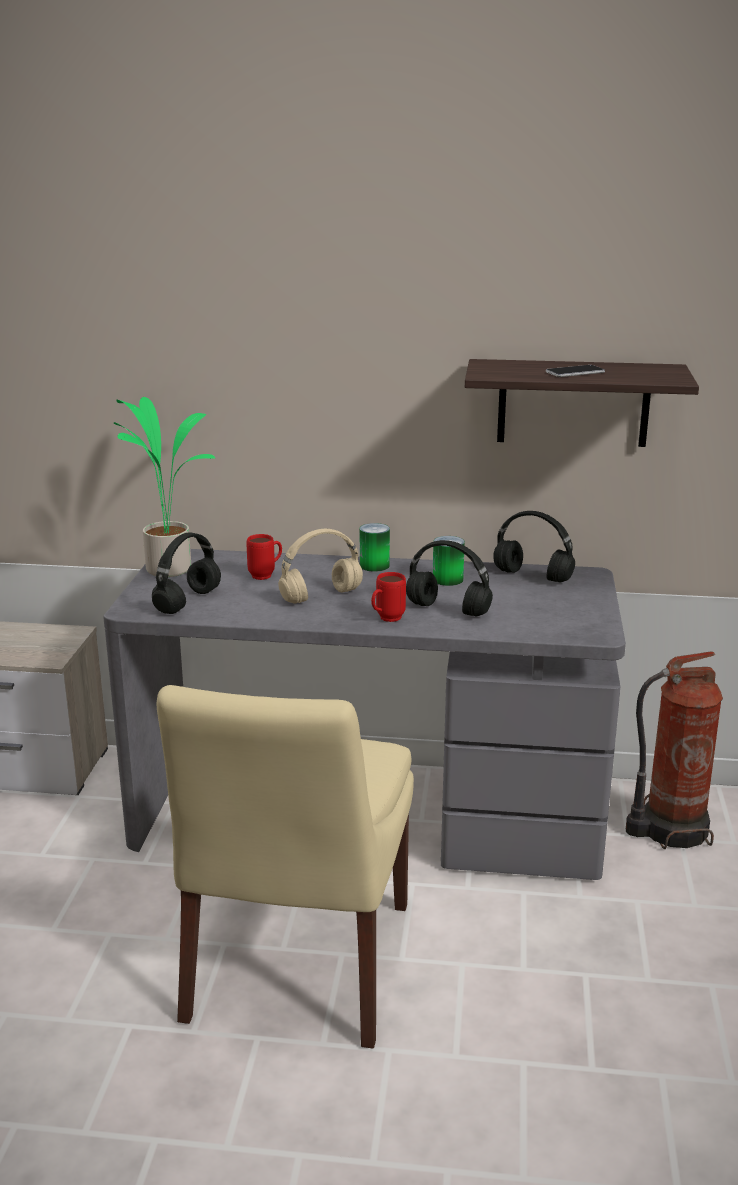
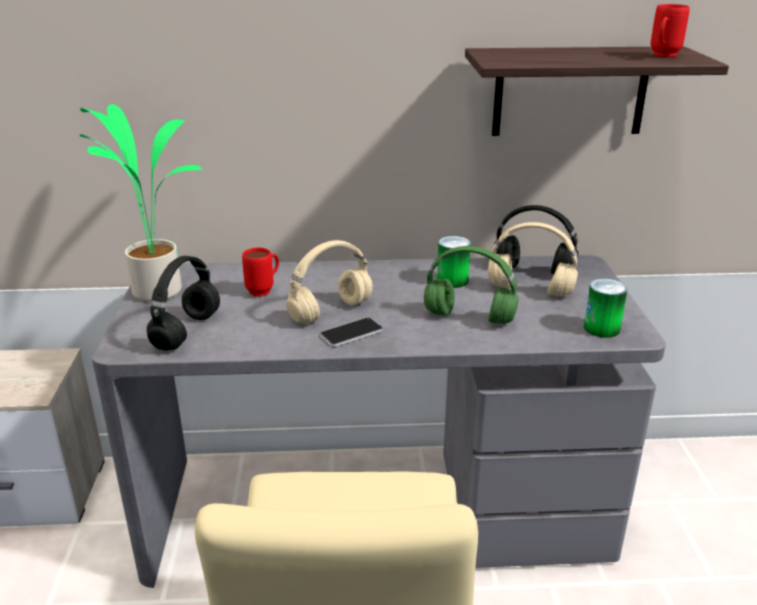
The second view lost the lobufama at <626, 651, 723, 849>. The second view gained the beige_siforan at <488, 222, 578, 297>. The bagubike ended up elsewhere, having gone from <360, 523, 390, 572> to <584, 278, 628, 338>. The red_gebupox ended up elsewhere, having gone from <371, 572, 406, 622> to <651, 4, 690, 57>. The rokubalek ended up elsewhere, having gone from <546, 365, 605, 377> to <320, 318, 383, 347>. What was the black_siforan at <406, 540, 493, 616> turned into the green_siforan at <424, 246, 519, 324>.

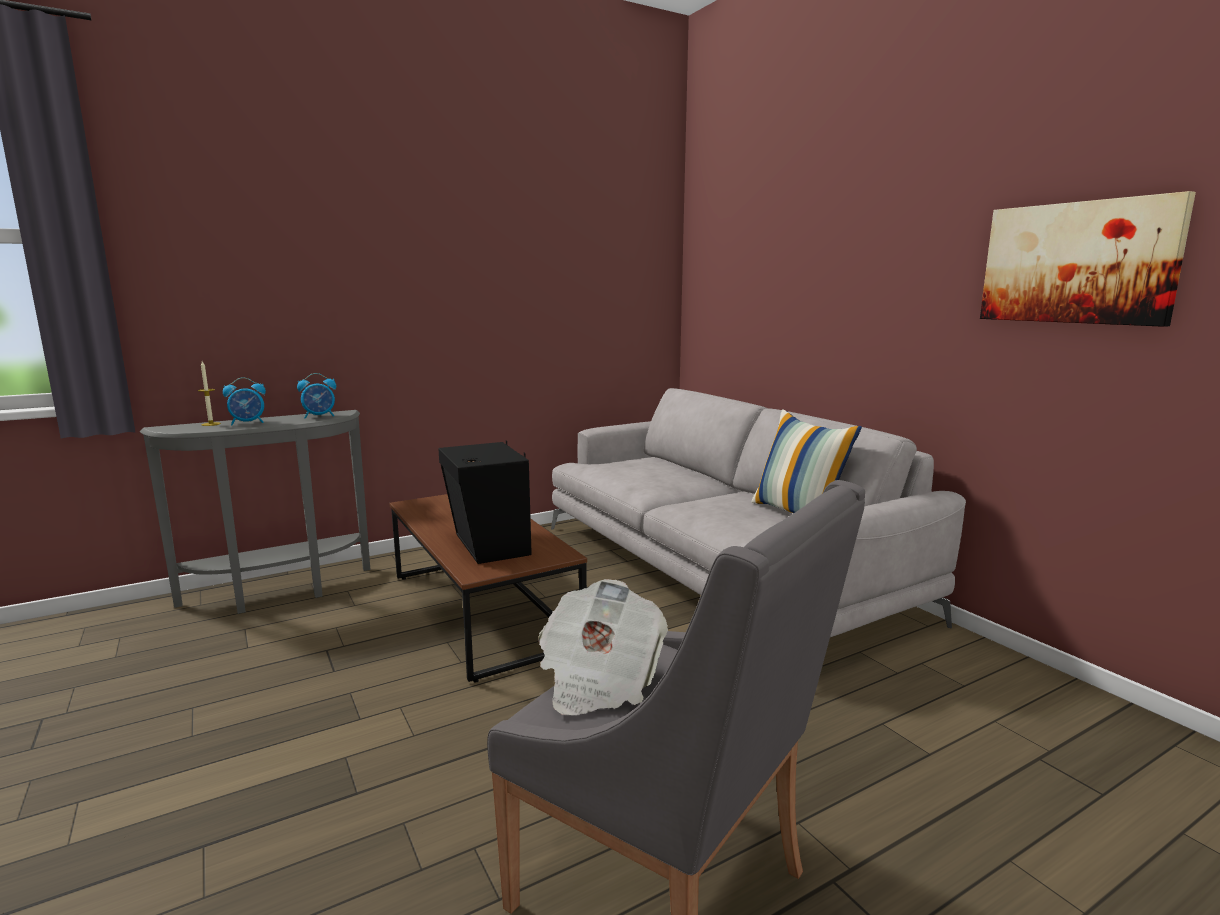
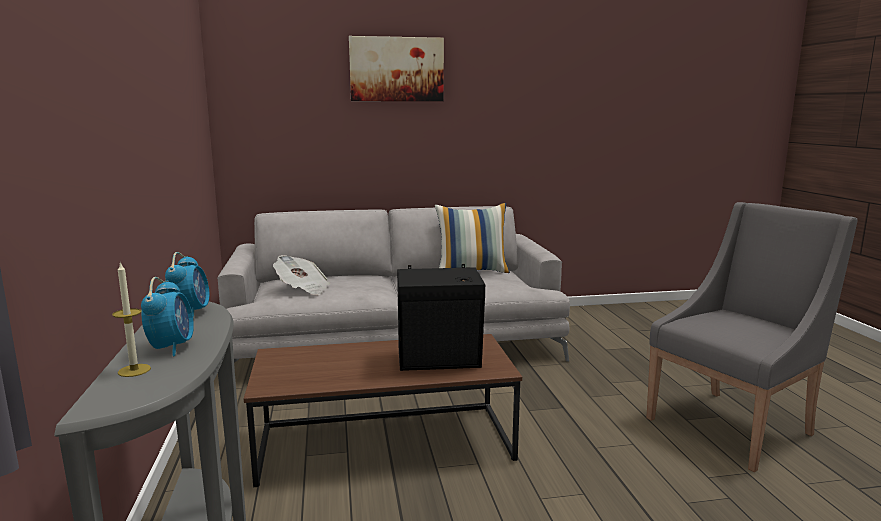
The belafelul ended up elsewhere, having gone from <538, 579, 668, 715> to <273, 255, 331, 295>. The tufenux ended up elsewhere, having gone from <980, 191, 1196, 327> to <349, 36, 444, 101>.

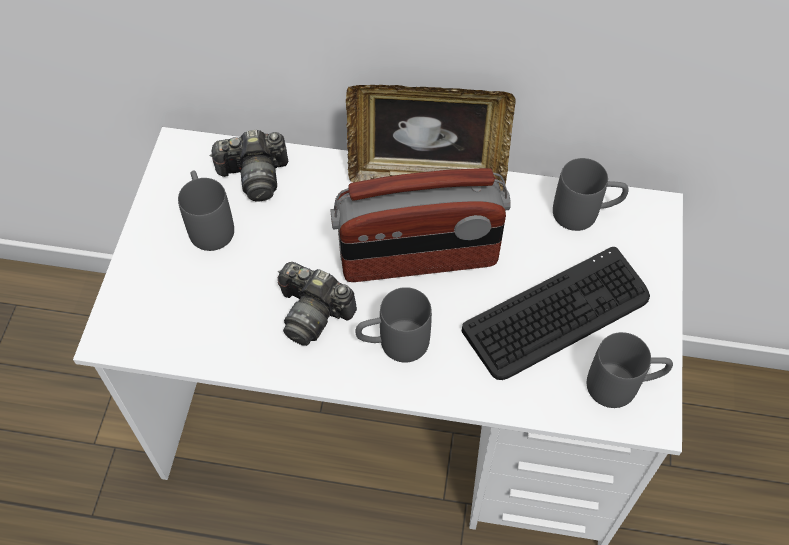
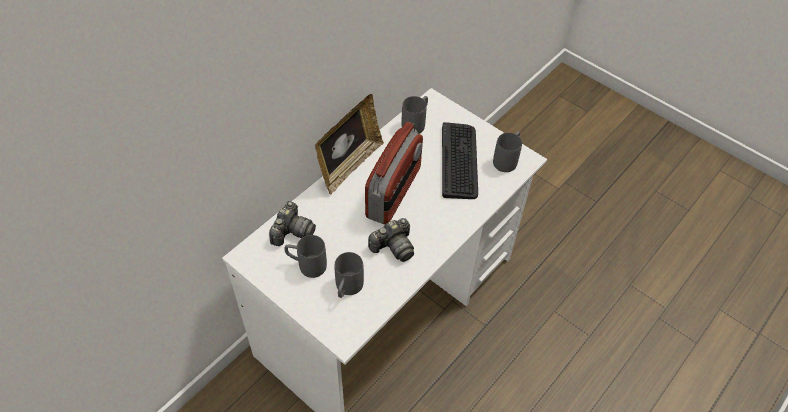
The grey_gebupox ended up elsewhere, having gone from <355, 287, 432, 363> to <335, 252, 364, 298>.

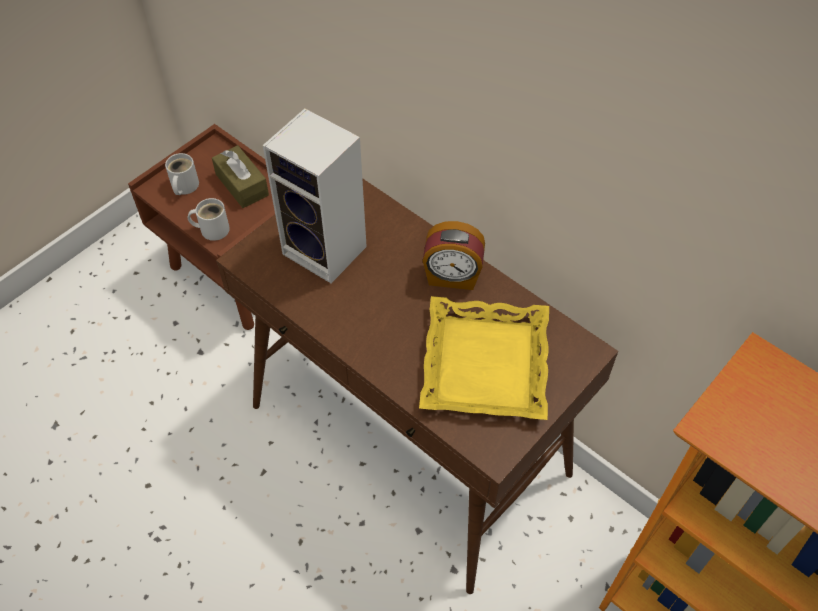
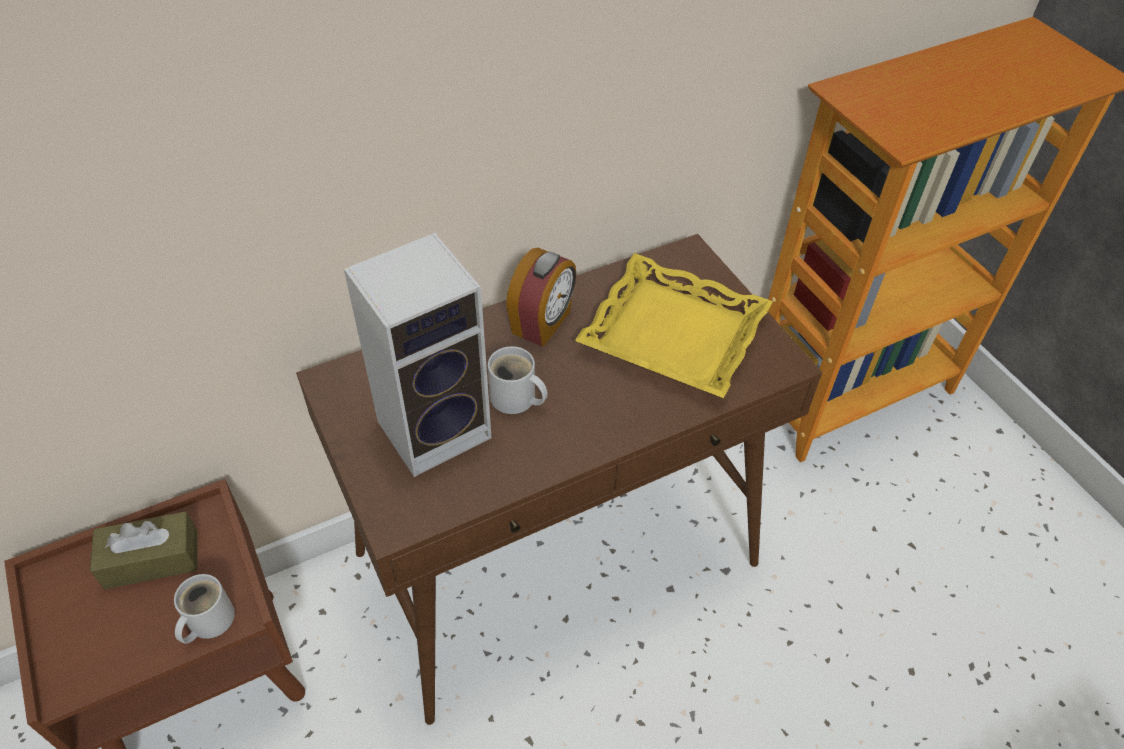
The white_gebupox ended up elsewhere, having gone from <165, 153, 199, 195> to <488, 346, 548, 414>.

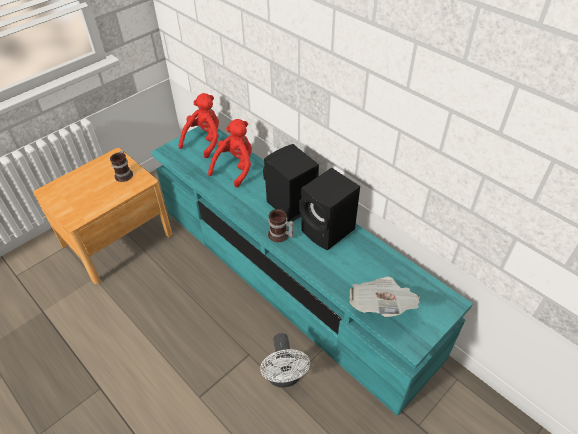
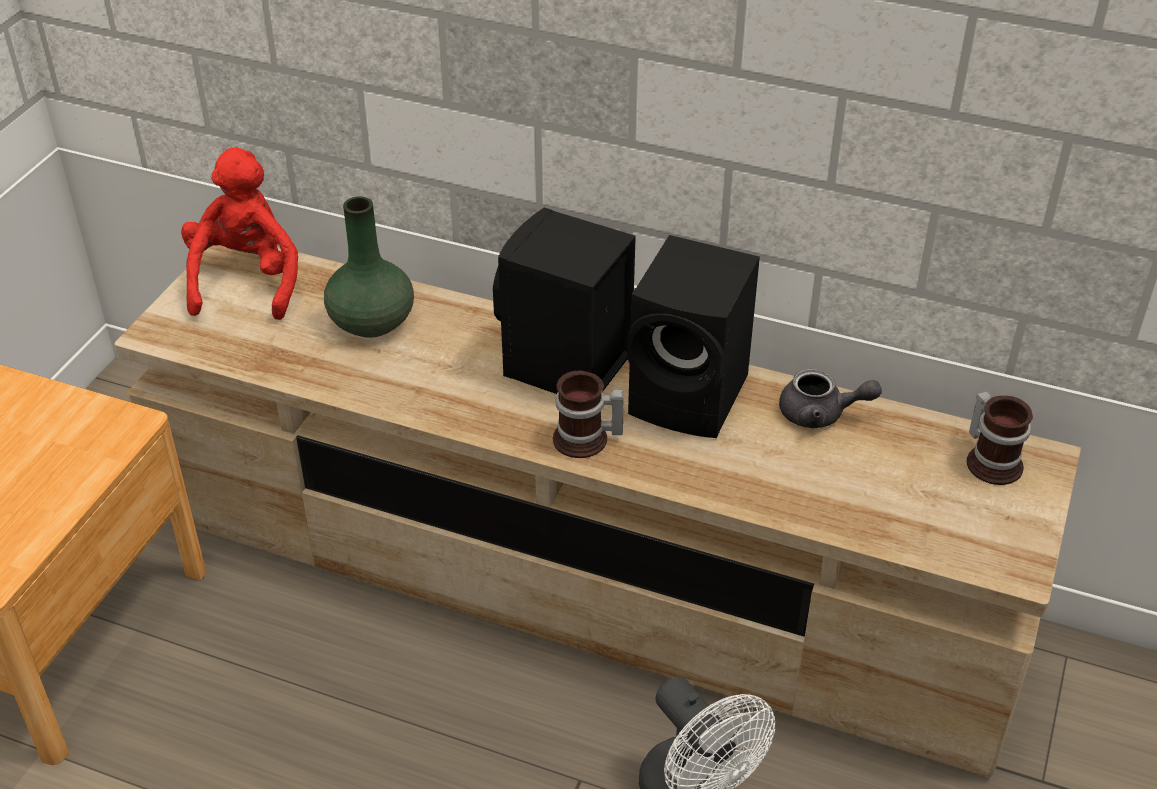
The second view lost the belafelul at <349, 277, 420, 317>. The second view gained the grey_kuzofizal at <779, 369, 882, 429>. The gebupox ended up elsewhere, having gone from <110, 151, 133, 182> to <966, 391, 1033, 485>. Where the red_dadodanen stood at <208, 119, 252, 188>, the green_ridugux came to stand at <324, 196, 414, 338>. What was the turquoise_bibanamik at <152, 126, 473, 415> turned into the beige_bibanamik at <115, 245, 1081, 777>.

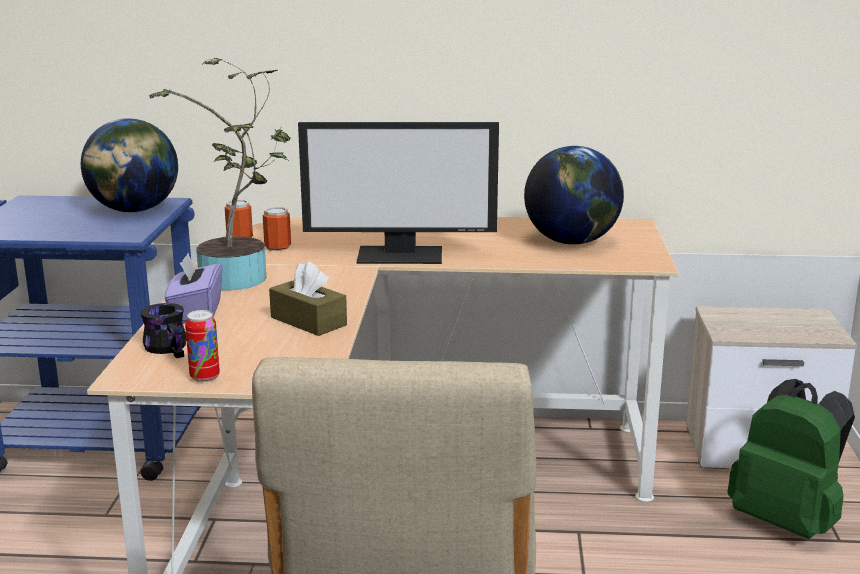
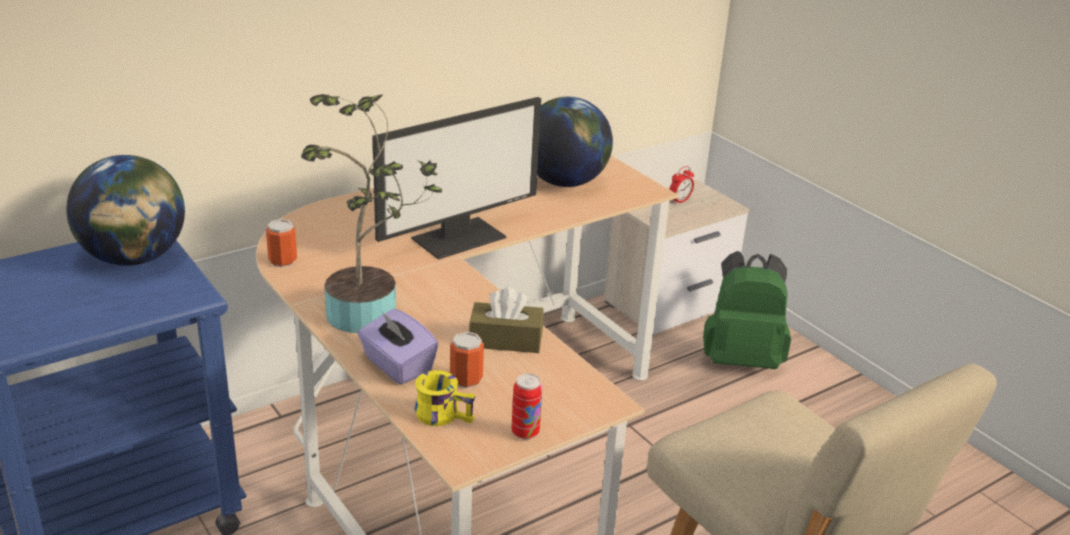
The second view gained the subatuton at <669, 166, 694, 205>. The bagubike ended up elsewhere, having gone from <263, 207, 291, 251> to <450, 332, 484, 388>. What was the black_gebupox at <140, 303, 186, 358> turned into the yellow_gebupox at <415, 370, 476, 426>.

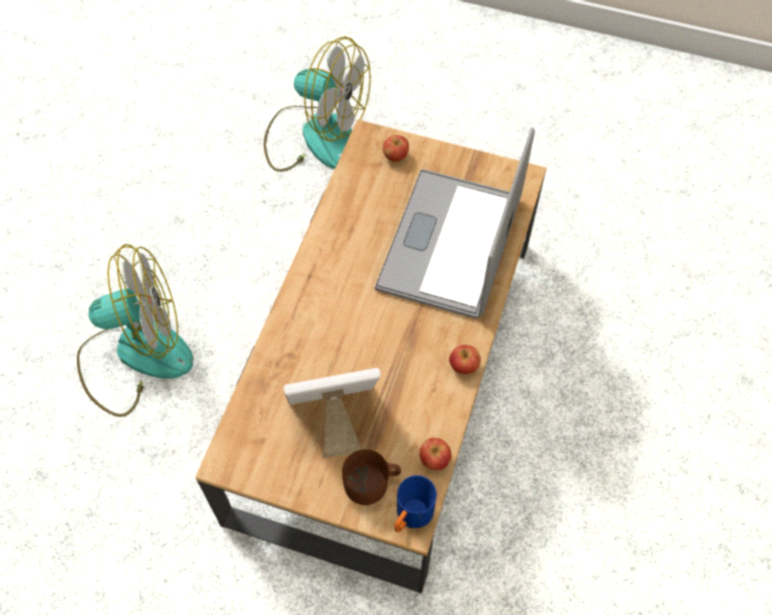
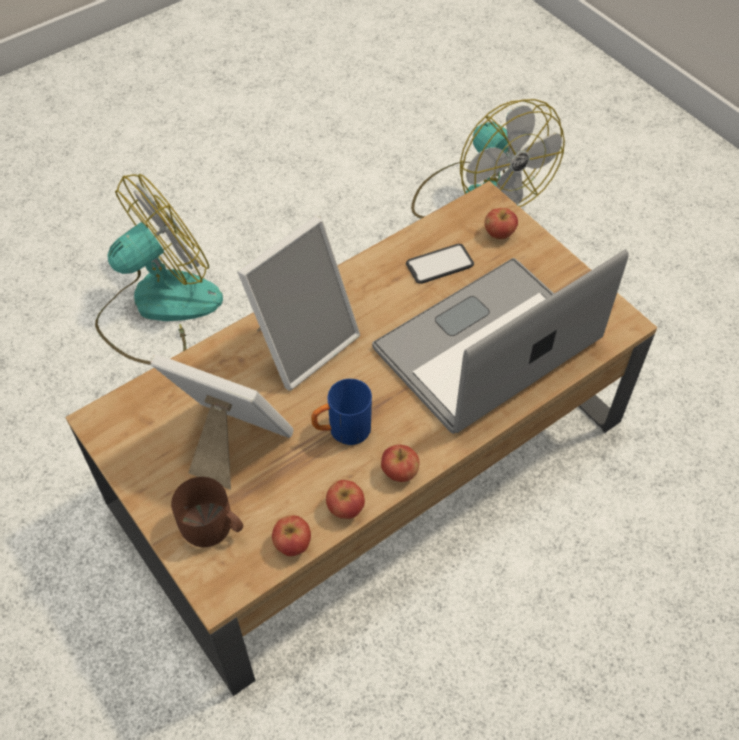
The second view gained the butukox at <237, 216, 360, 391>. The second view gained the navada at <326, 480, 365, 519>. The second view gained the rokubalek at <406, 244, 474, 284>. The blue_gebupox ended up elsewhere, having gone from <394, 475, 437, 532> to <311, 379, 372, 445>. The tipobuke at <77, 244, 193, 417> ended up facing another way, 60 degrees counterclockwise from before.

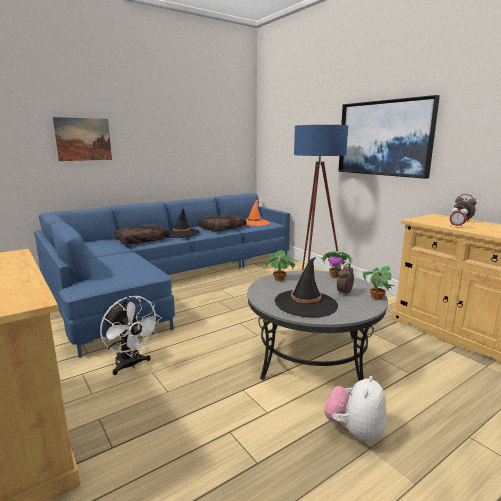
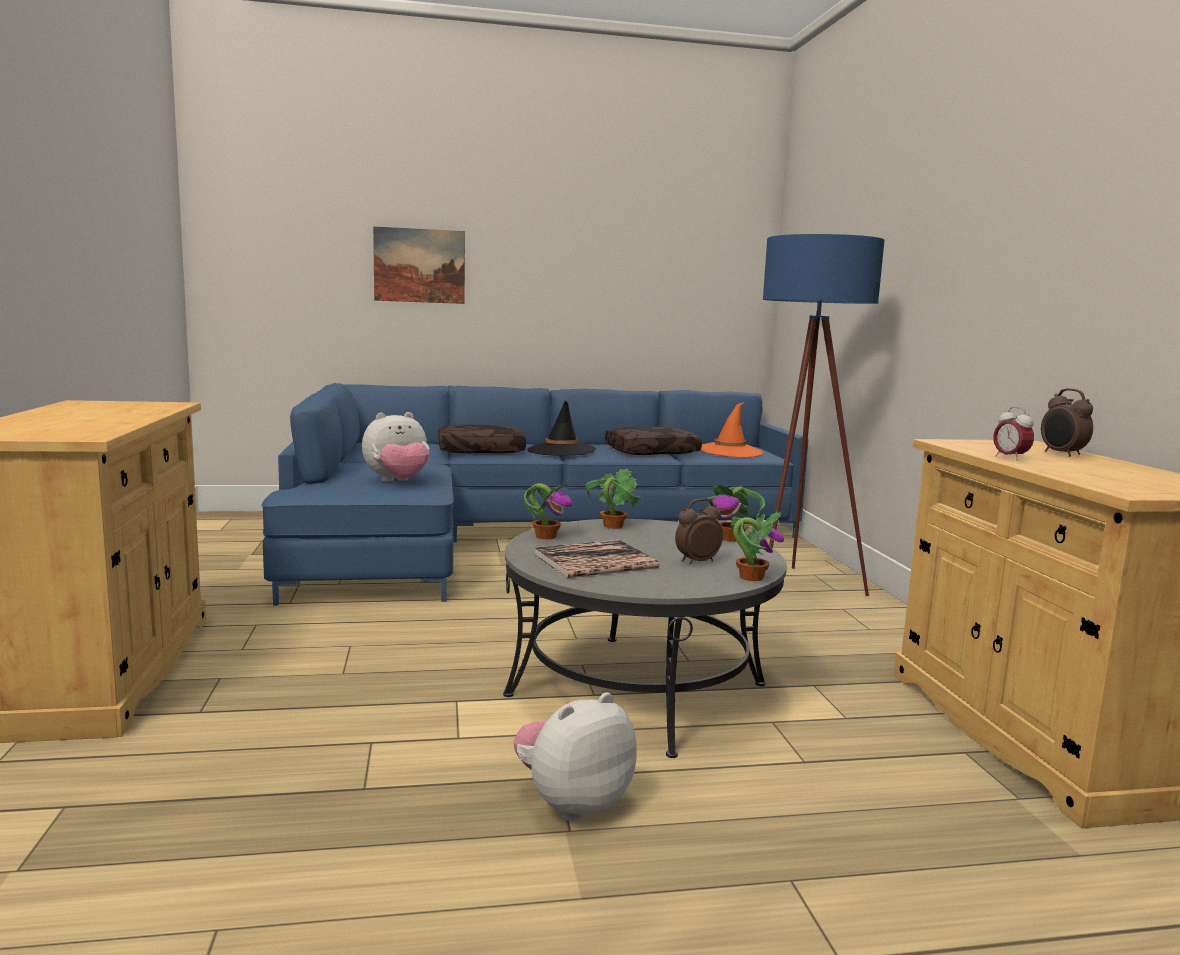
The second view lost the white_tipobuke at <100, 296, 161, 375>. The second view lost the tufenux at <338, 95, 440, 179>. The second view gained the dadodanen at <362, 412, 429, 482>. The second view gained the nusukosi at <524, 480, 572, 539>. Where the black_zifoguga stood at <275, 257, 338, 318>, the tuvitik came to stand at <533, 540, 659, 578>.

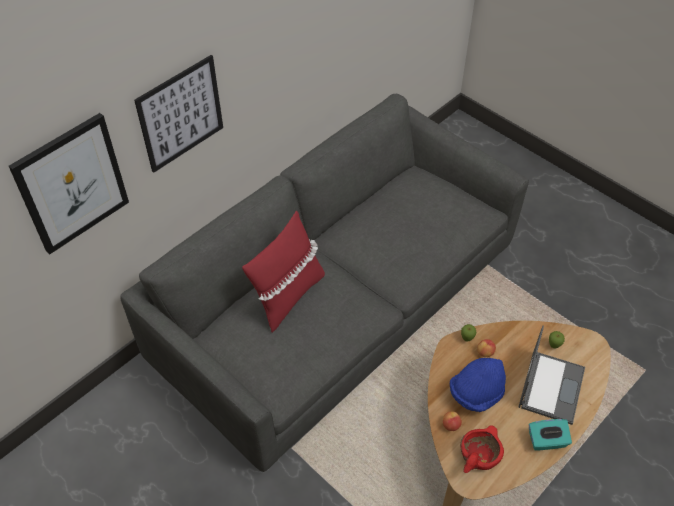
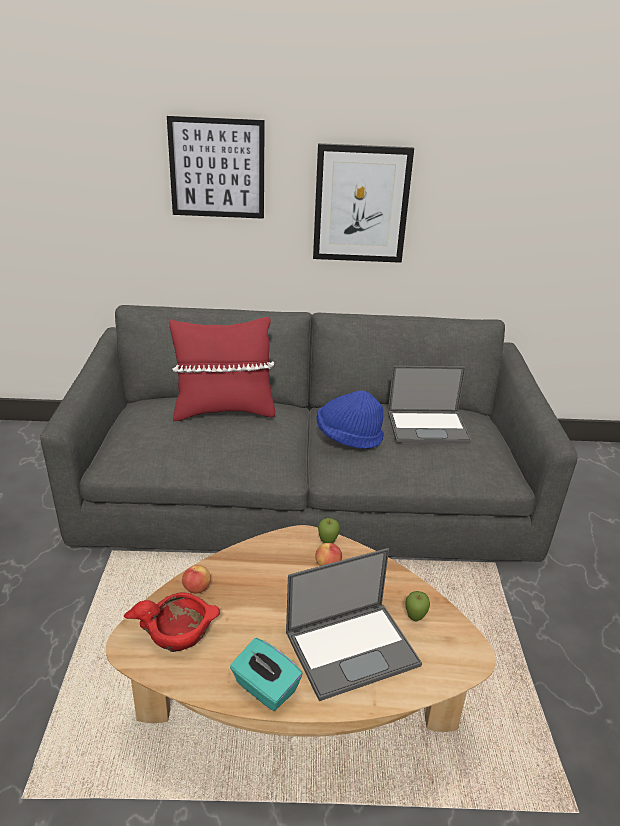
The second view gained the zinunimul at <388, 366, 471, 443>. The tufenux ended up elsewhere, having gone from <9, 113, 129, 255> to <313, 143, 414, 263>. The blue_zifoguga ended up elsewhere, having gone from <450, 358, 506, 412> to <317, 390, 384, 449>.

